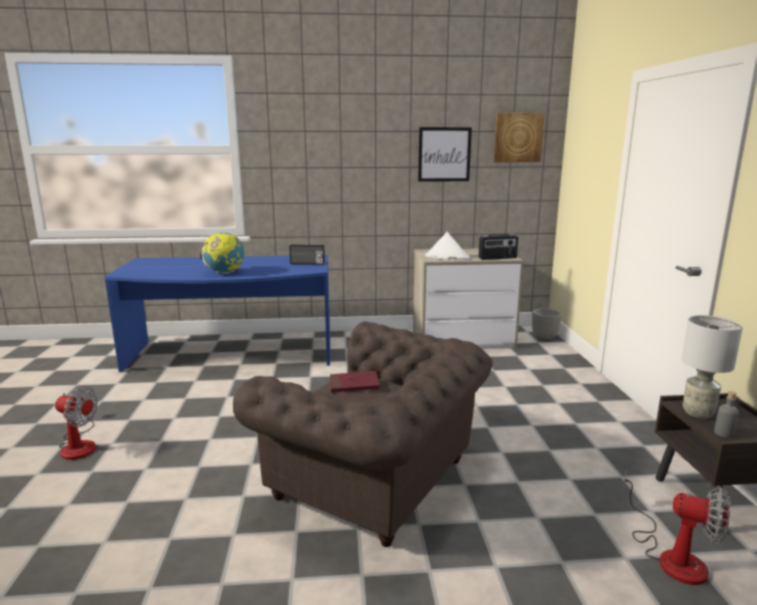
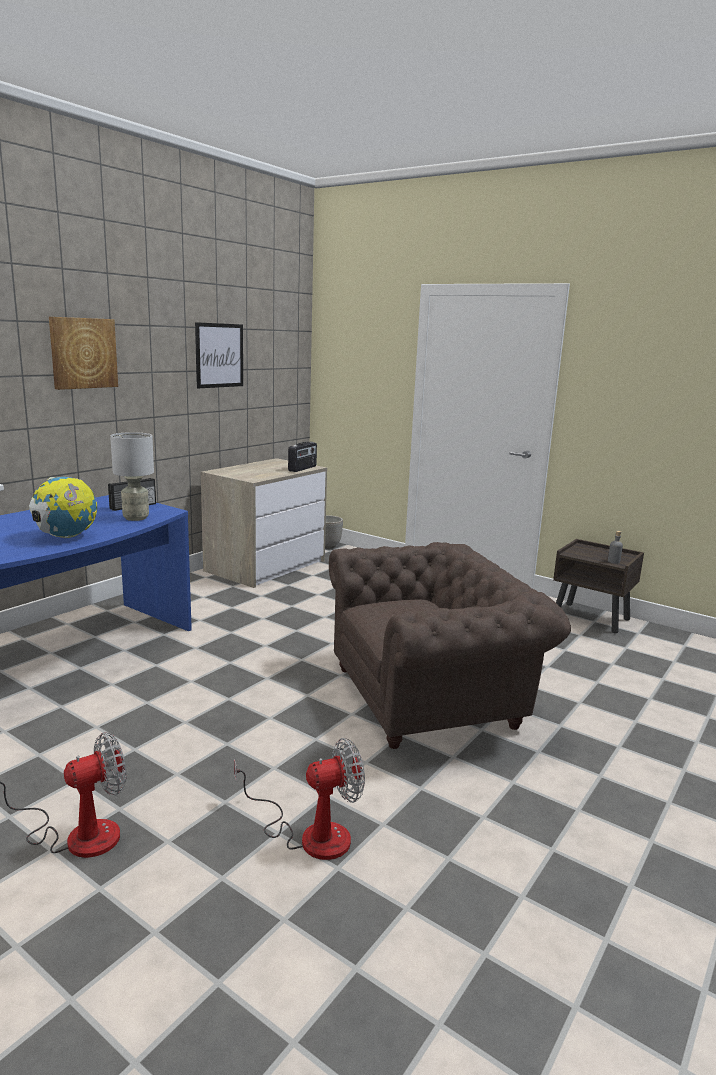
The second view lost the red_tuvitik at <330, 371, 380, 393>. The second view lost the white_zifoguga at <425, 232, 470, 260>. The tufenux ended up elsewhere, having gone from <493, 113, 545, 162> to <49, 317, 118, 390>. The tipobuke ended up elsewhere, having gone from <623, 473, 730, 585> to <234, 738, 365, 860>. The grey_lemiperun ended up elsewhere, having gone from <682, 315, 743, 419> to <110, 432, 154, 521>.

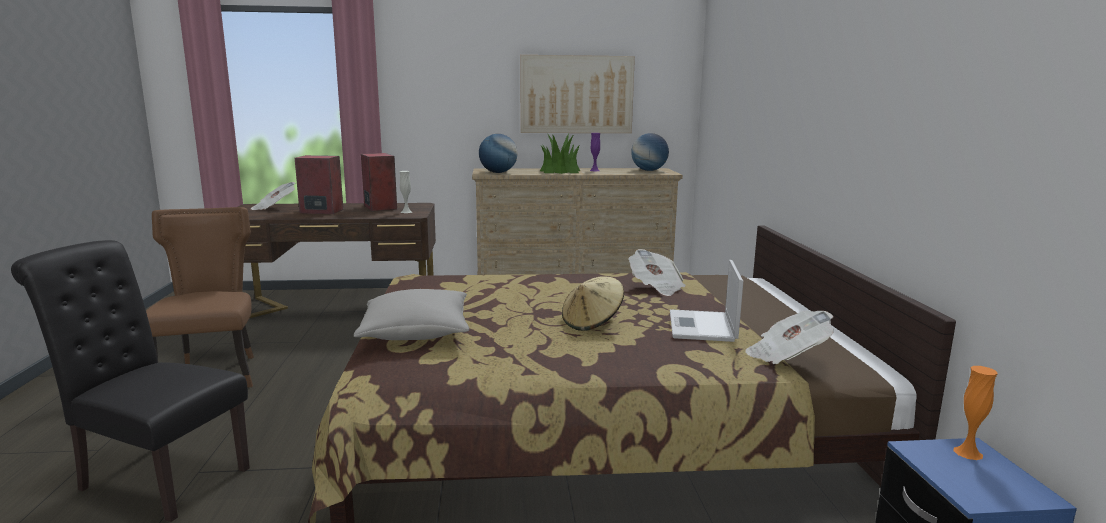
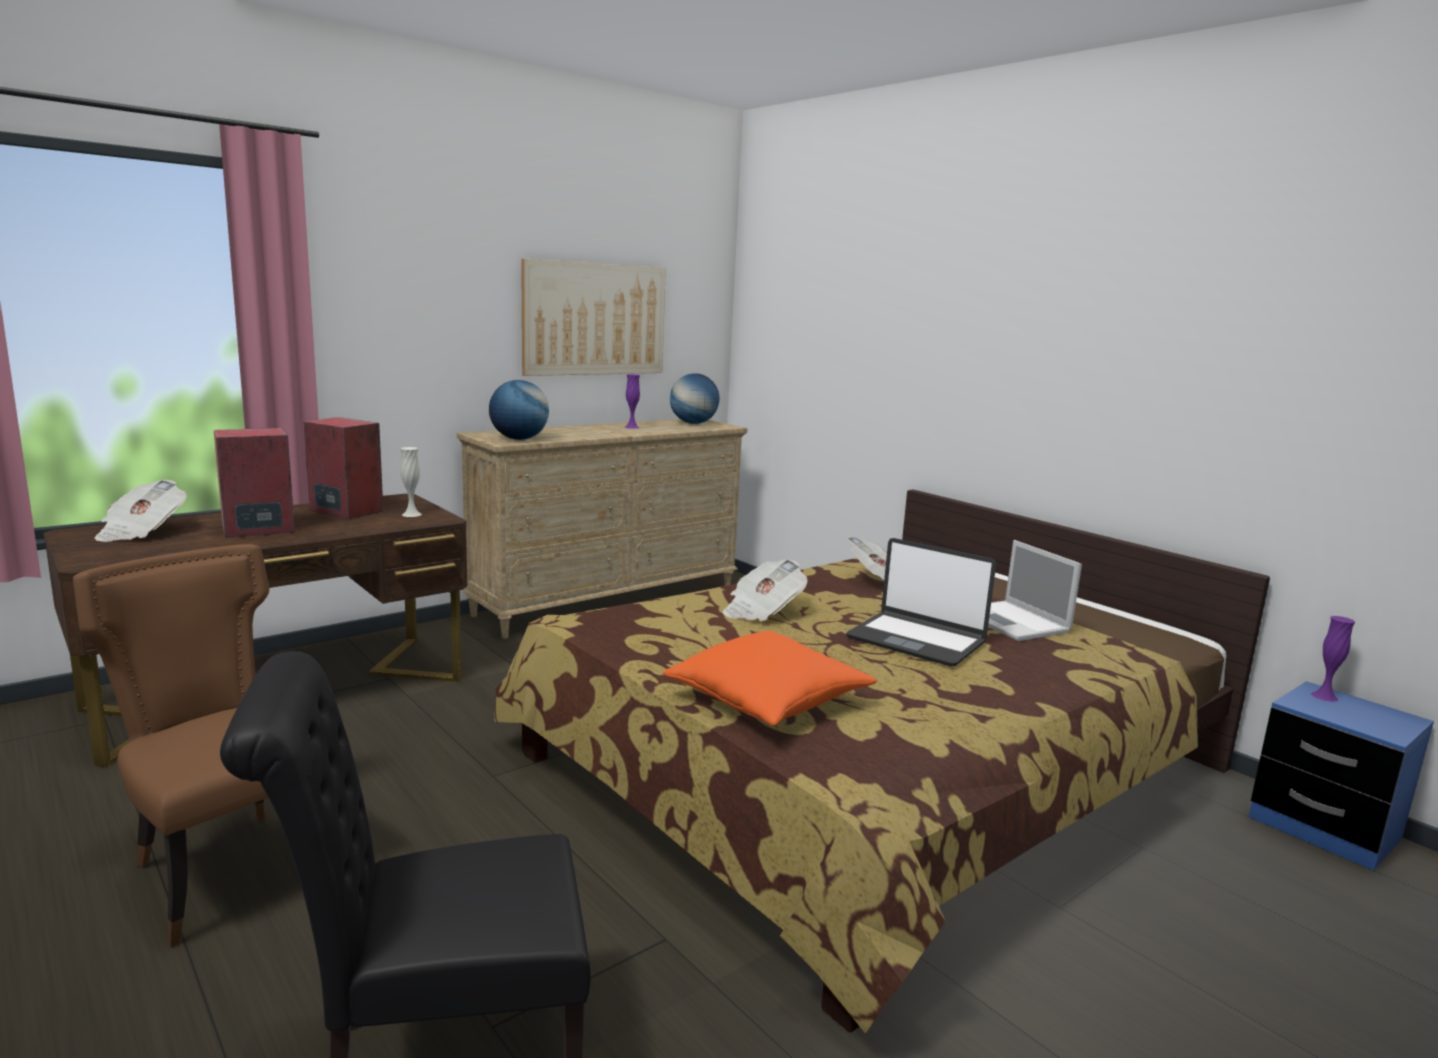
The second view lost the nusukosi at <540, 133, 580, 174>. The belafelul ended up elsewhere, having gone from <745, 310, 834, 364> to <722, 559, 808, 621>. Where the beige_zifoguga stood at <562, 276, 624, 331>, the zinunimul came to stand at <846, 538, 996, 667>. What was the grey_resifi at <354, 289, 469, 340> turned into the orange_resifi at <663, 630, 877, 726>. What was the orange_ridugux at <953, 366, 998, 460> turned into the purple_ridugux at <1311, 616, 1355, 702>.

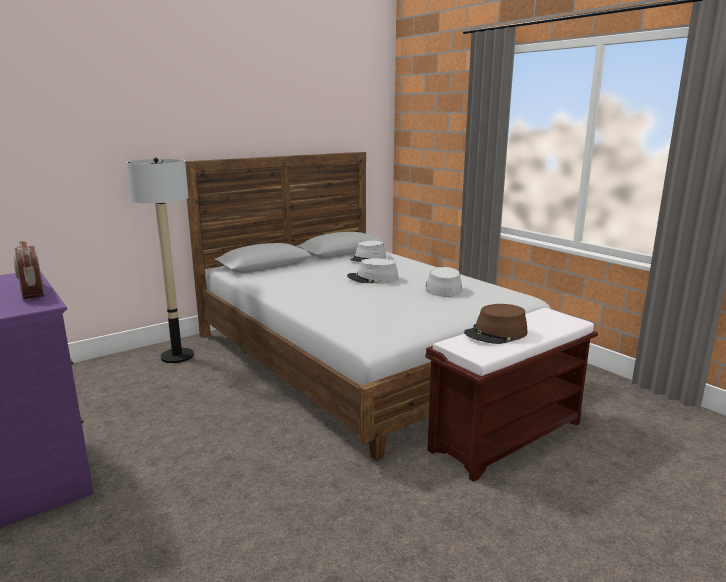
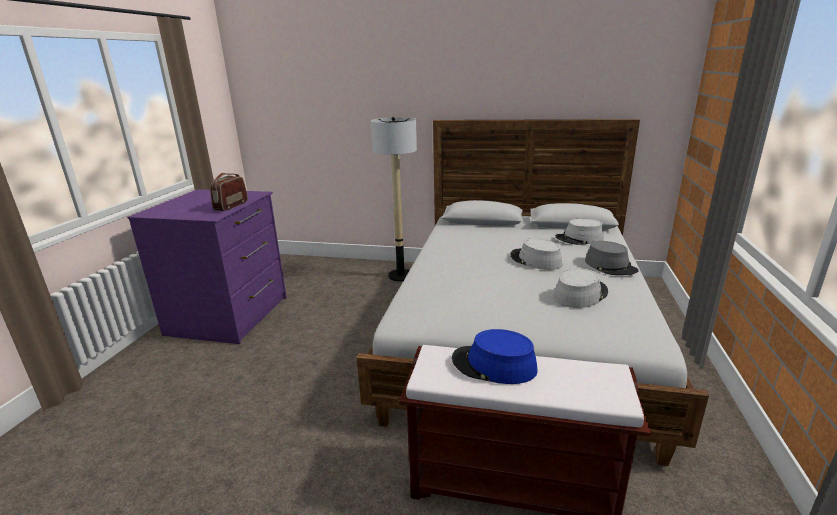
The second view gained the grey_zifoguga at <585, 241, 639, 275>. What was the brown_zifoguga at <464, 304, 528, 344> turned into the blue_zifoguga at <452, 329, 538, 384>.

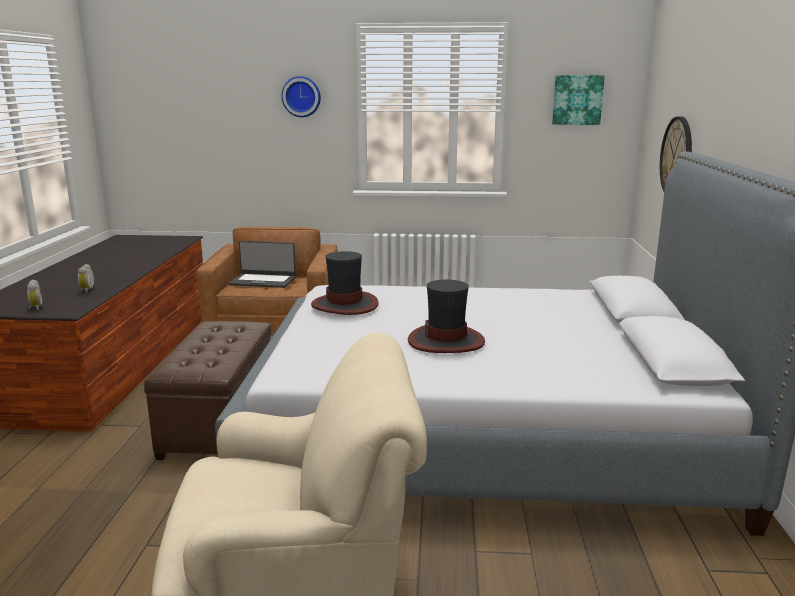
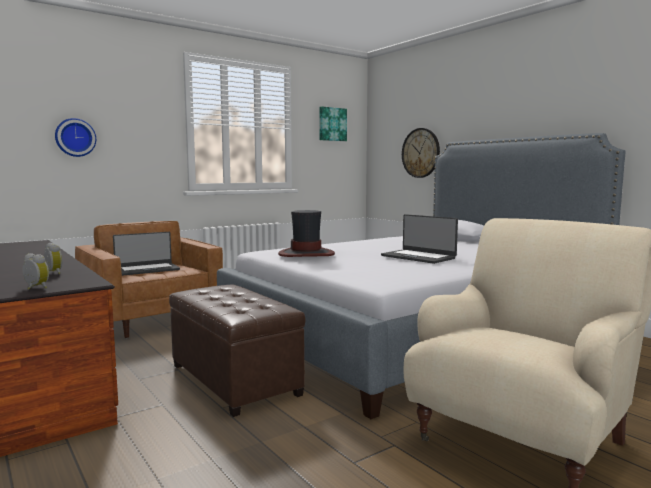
The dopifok ended up elsewhere, having gone from <282, 76, 321, 117> to <55, 118, 96, 157>. Where the zifoguga stood at <408, 280, 485, 353>, the zinunimul came to stand at <381, 214, 458, 264>.

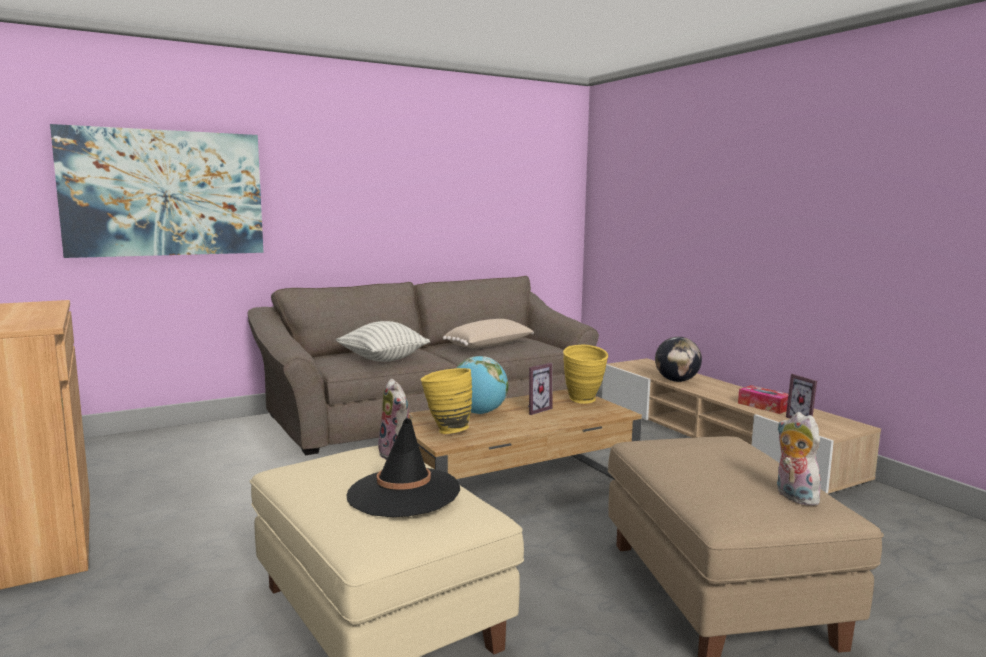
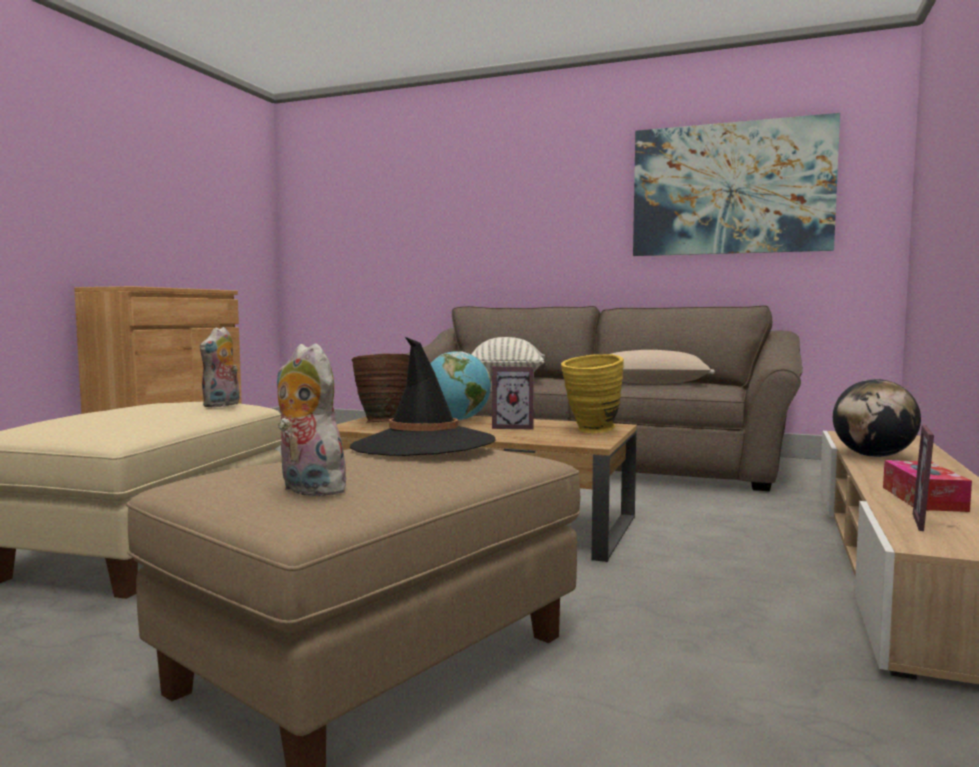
The tufenux ended up elsewhere, having gone from <50, 124, 263, 258> to <633, 113, 840, 256>. The black_zifoguga ended up elsewhere, having gone from <346, 418, 460, 517> to <350, 337, 495, 456>. What was the yellow_ridugux at <421, 368, 472, 434> turned into the brown_ridugux at <352, 353, 410, 423>. The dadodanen at <777, 412, 822, 505> ended up facing another way, 75 degrees counterclockwise from before.

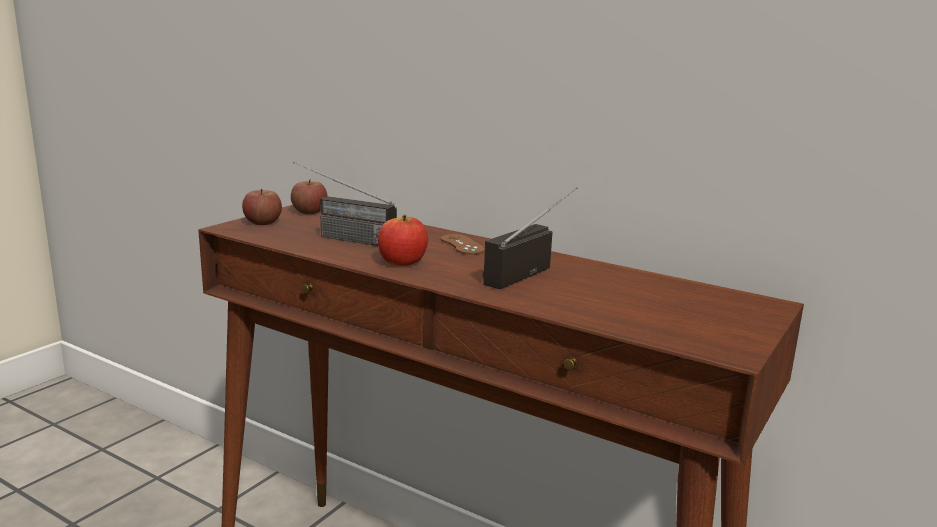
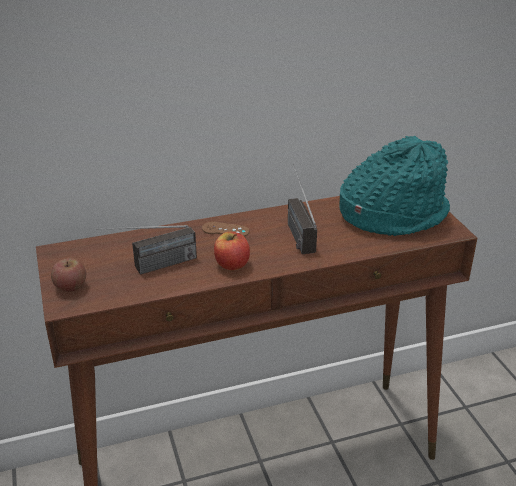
The second view lost the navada at <291, 179, 328, 214>. The second view gained the turquoise_zifoguga at <339, 136, 450, 236>.

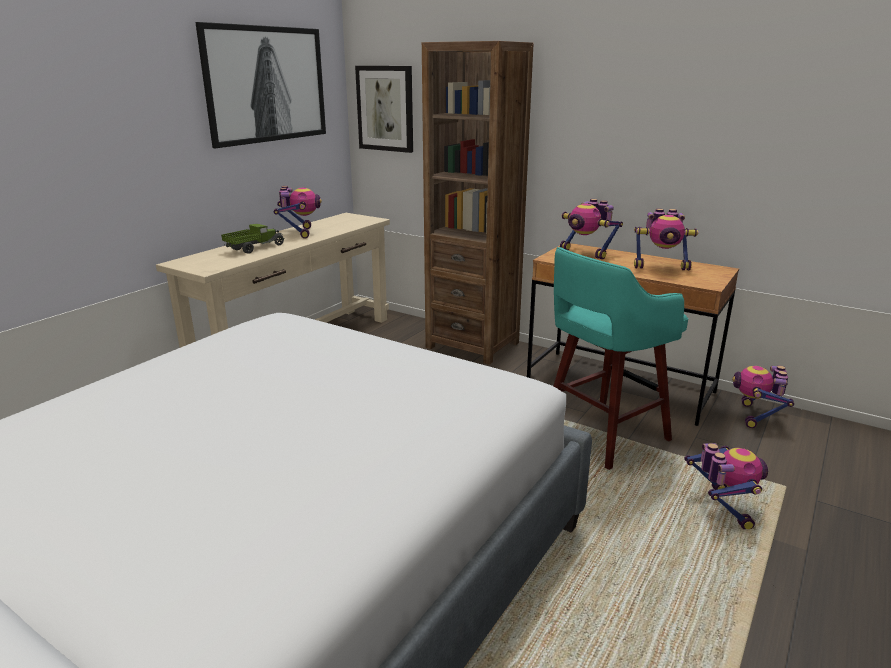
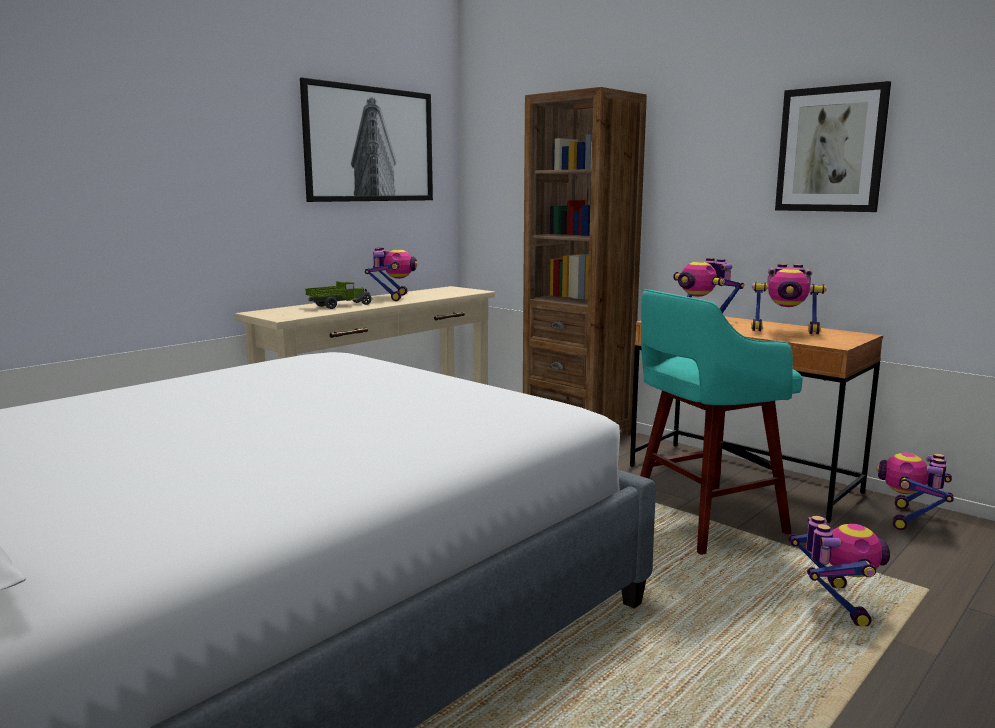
The tufenux ended up elsewhere, having gone from <355, 66, 413, 153> to <775, 81, 891, 212>.

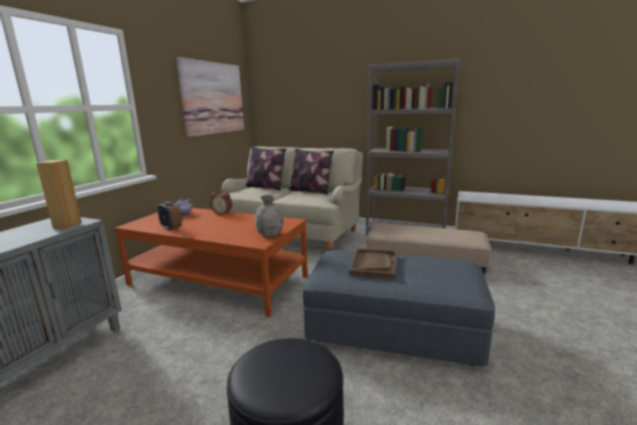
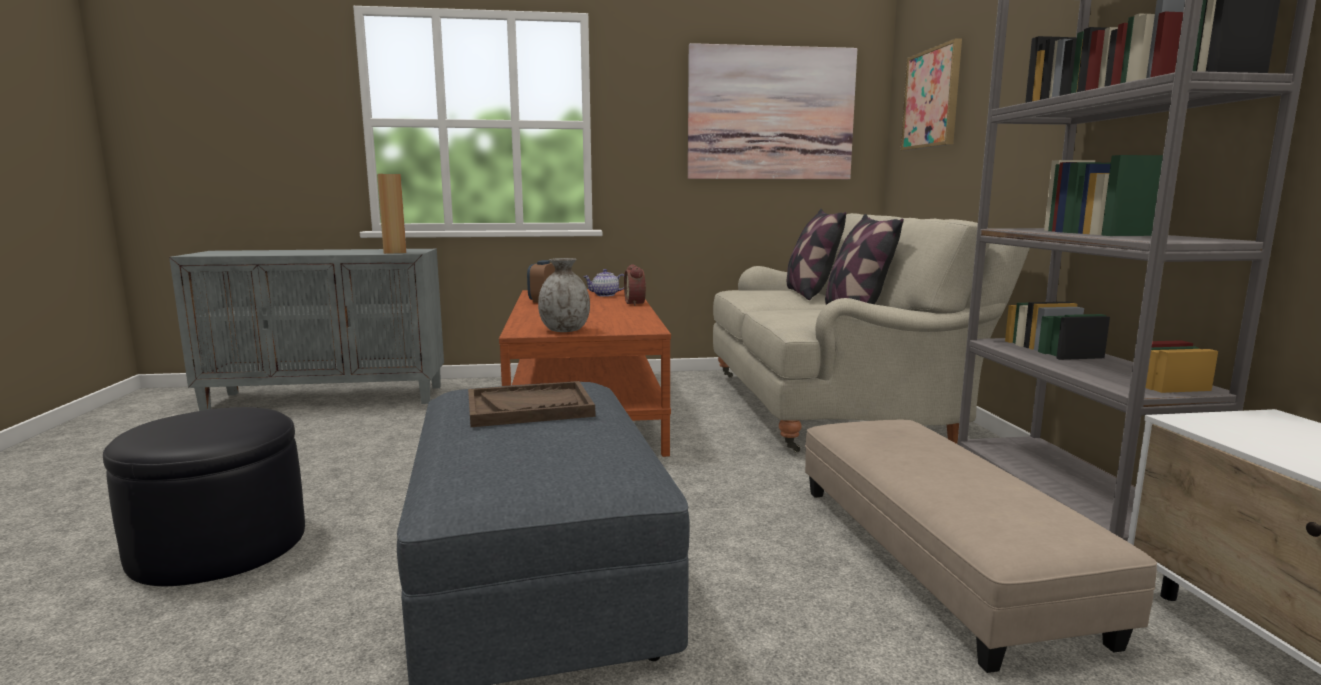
The second view gained the tufenux at <901, 38, 962, 151>.

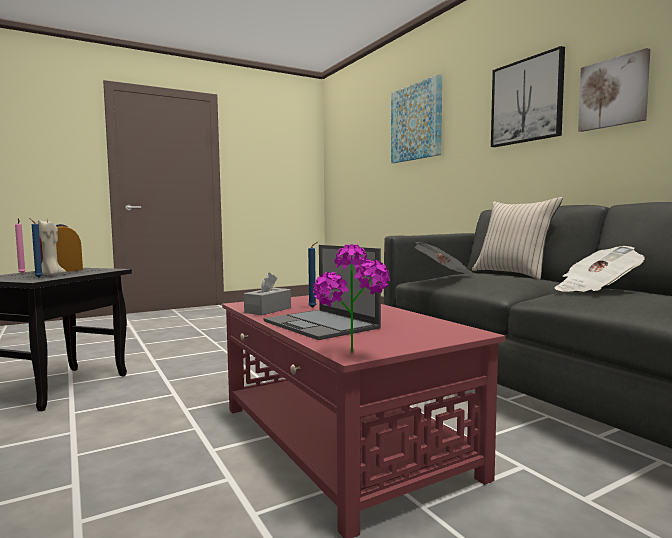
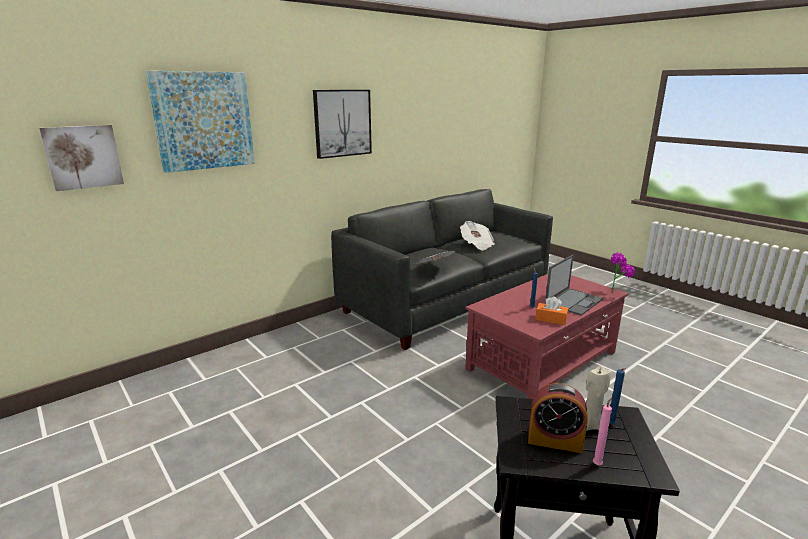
The second view lost the beige_resifi at <472, 197, 563, 280>. The tufenux ended up elsewhere, having gone from <578, 48, 651, 132> to <39, 125, 124, 191>. What was the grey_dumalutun at <244, 273, 291, 315> turned into the orange_dumalutun at <535, 297, 568, 325>.

